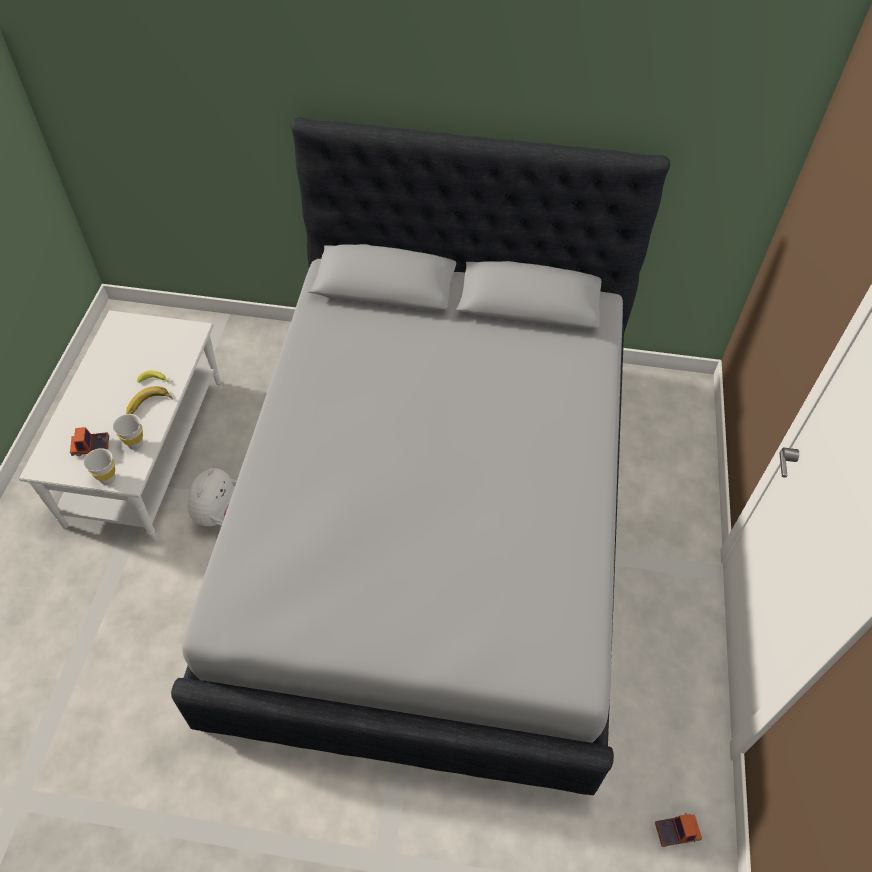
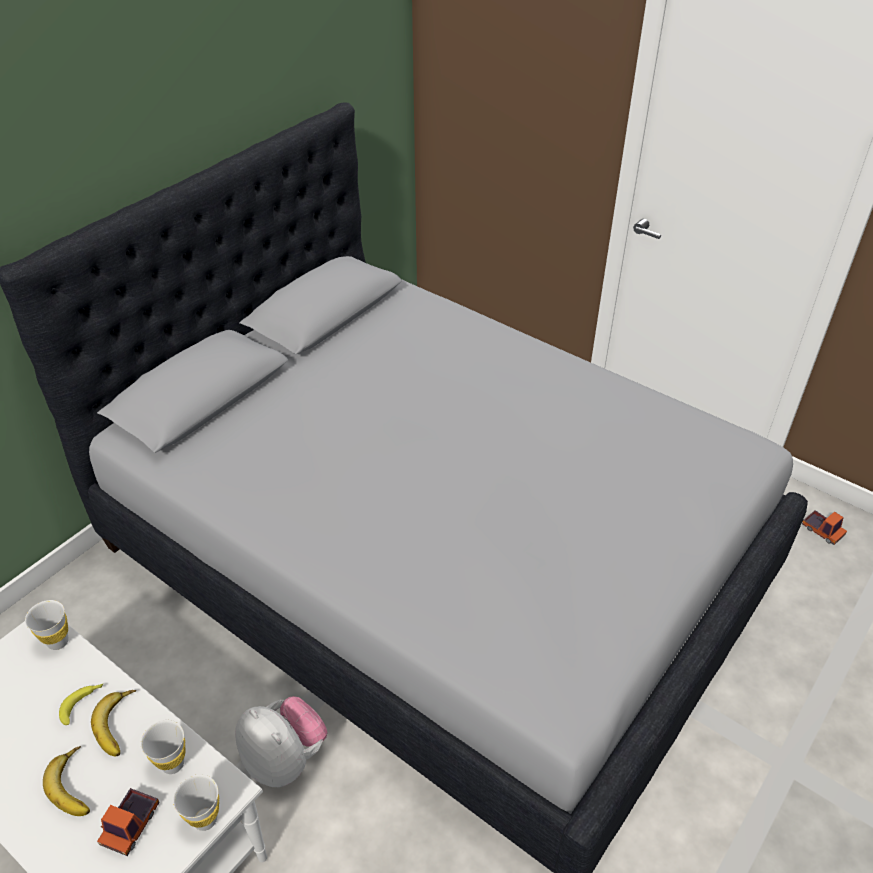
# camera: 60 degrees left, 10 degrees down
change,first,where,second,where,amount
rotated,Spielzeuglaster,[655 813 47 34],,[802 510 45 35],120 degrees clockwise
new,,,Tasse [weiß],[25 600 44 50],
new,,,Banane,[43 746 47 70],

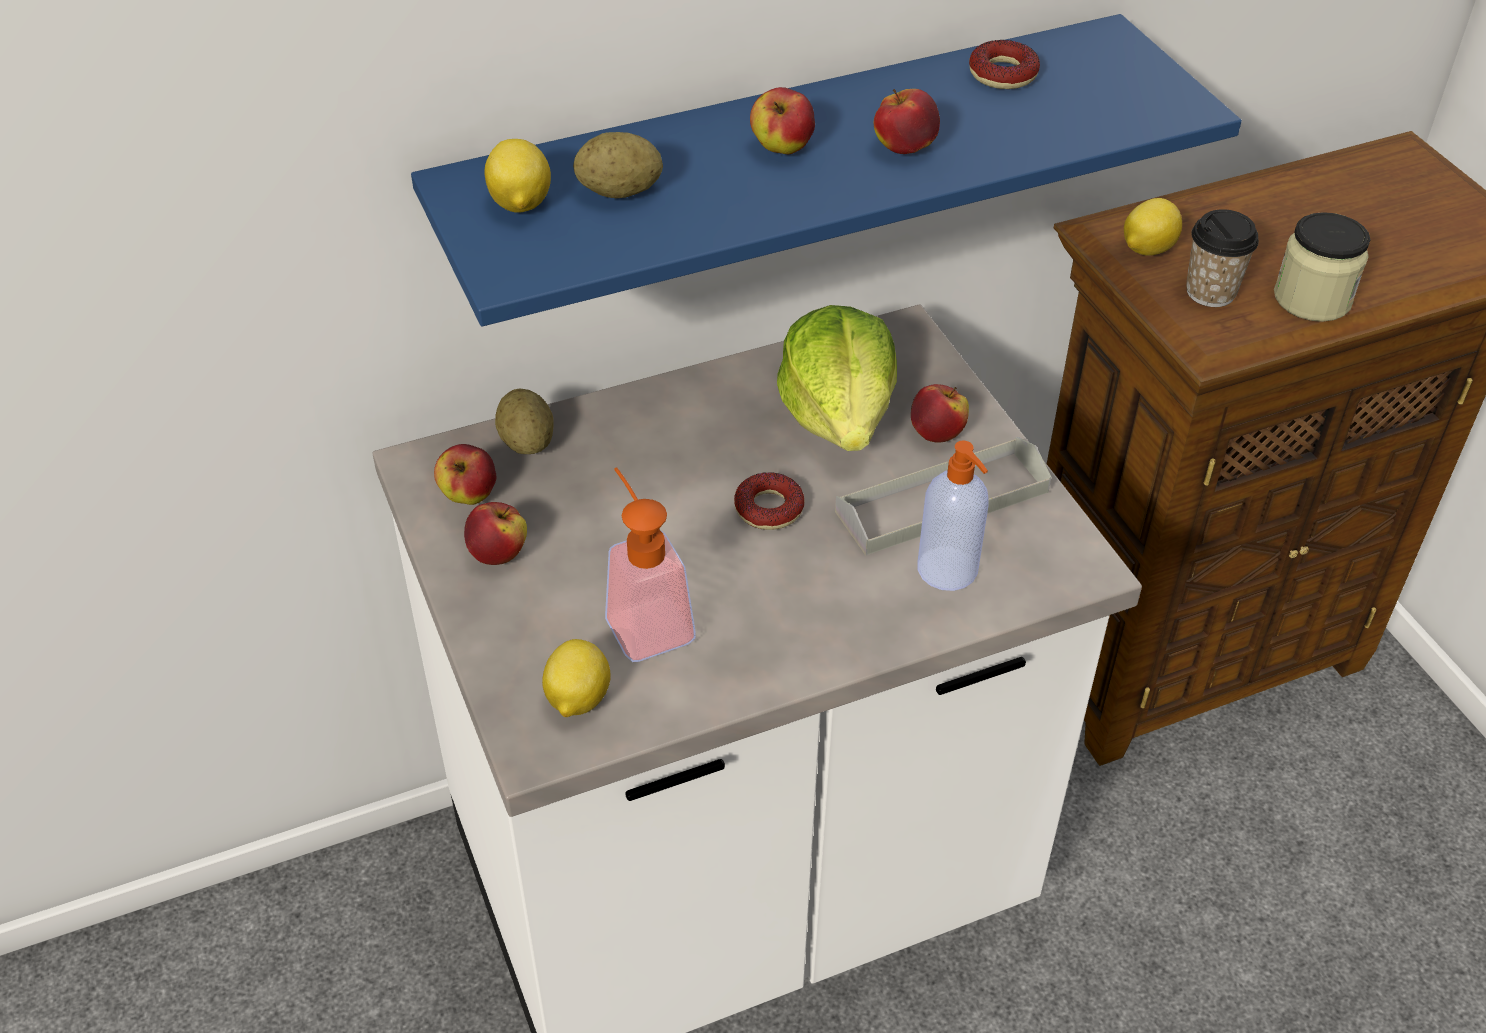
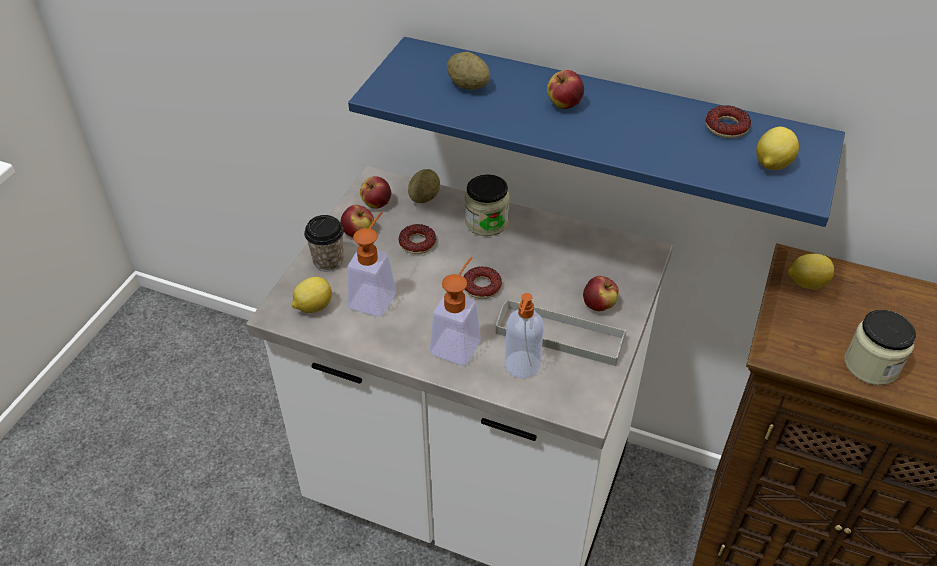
# camera: 45 degrees right, 0 degrees up
change,first,where,second,where,amount
gone,Apfel,[874 89 66 65],,,
shifted,Zitrone,[485 139 66 74],,[756 126 43 44],
shifted,Tasse,[1186 209 73 98],,[304 215 40 57],
gone,Salatkopf,[777 305 120 146],,,
new,,,Vorratsglas,[465 174 45 62],
new,,,Donut,[399 224 37 30],
new,,,Seifenspender,[430 257 51 108],

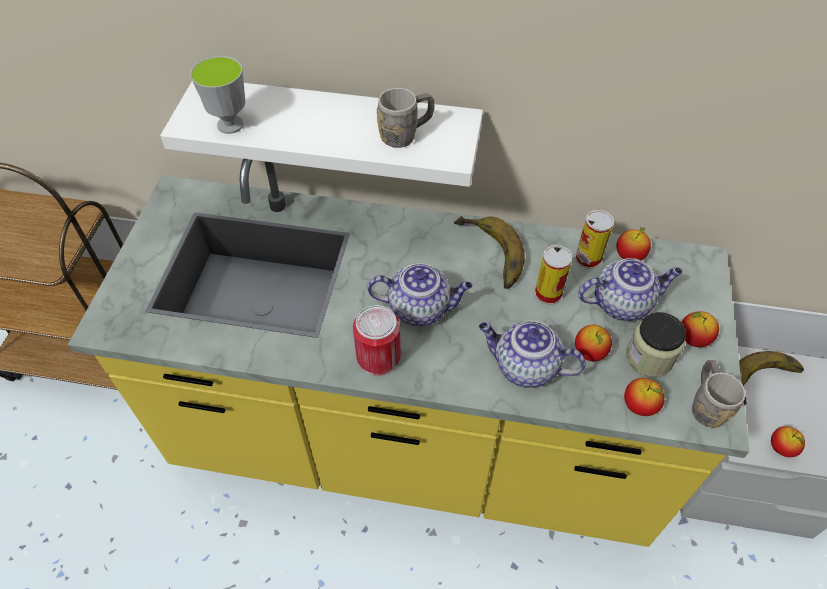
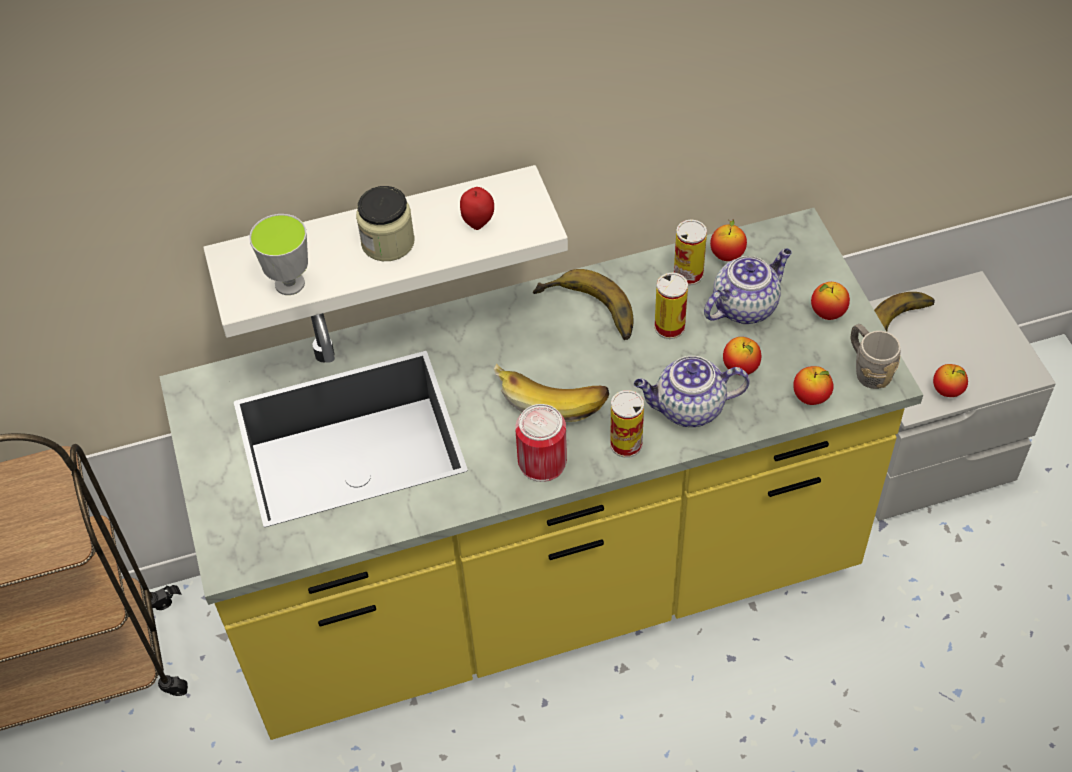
# camera: 25 degrees left, 0 degrees up
change,first,where,second,where,amount
swapped,Henkelbecher [grau],[377 88 58 60],Apfel,[460 187 34 43],
swapped,Teekanne,[368 263 105 63],Banane,[494 364 115 58],
shifted,Vorratsglas,[626 312 60 65],,[356 186 59 75],
new,,,Dose,[610 390 34 68],

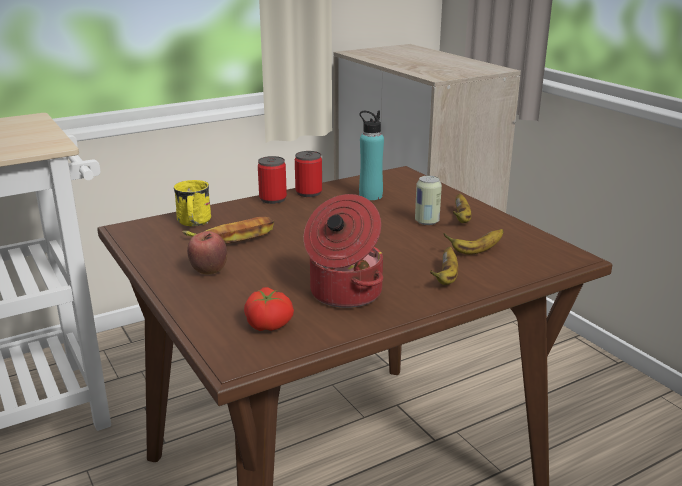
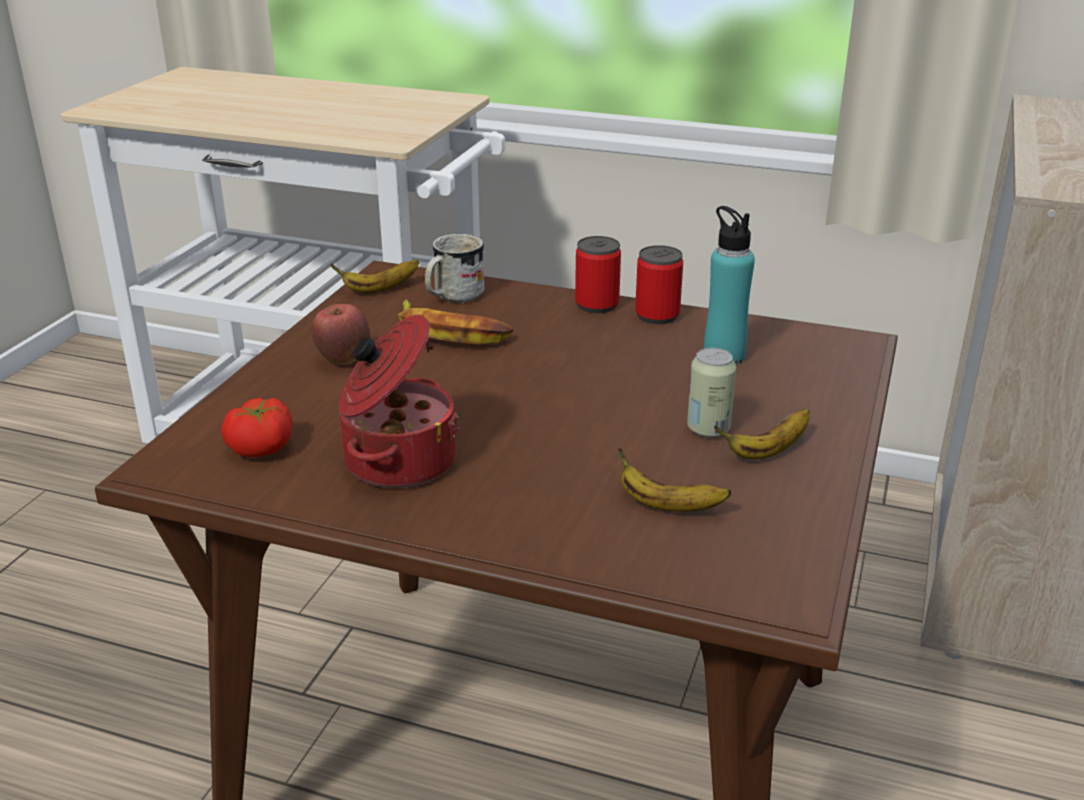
# camera: 50 degrees right, 5 degrees up
change,first,where,second,where,amount
repainted,Henkelbecher [gelb],[174 180 37 46],Henkelbecher [weiß],[425 234 60 70],
shifted,Banane,[430 247 28 38],,[330 260 89 33],

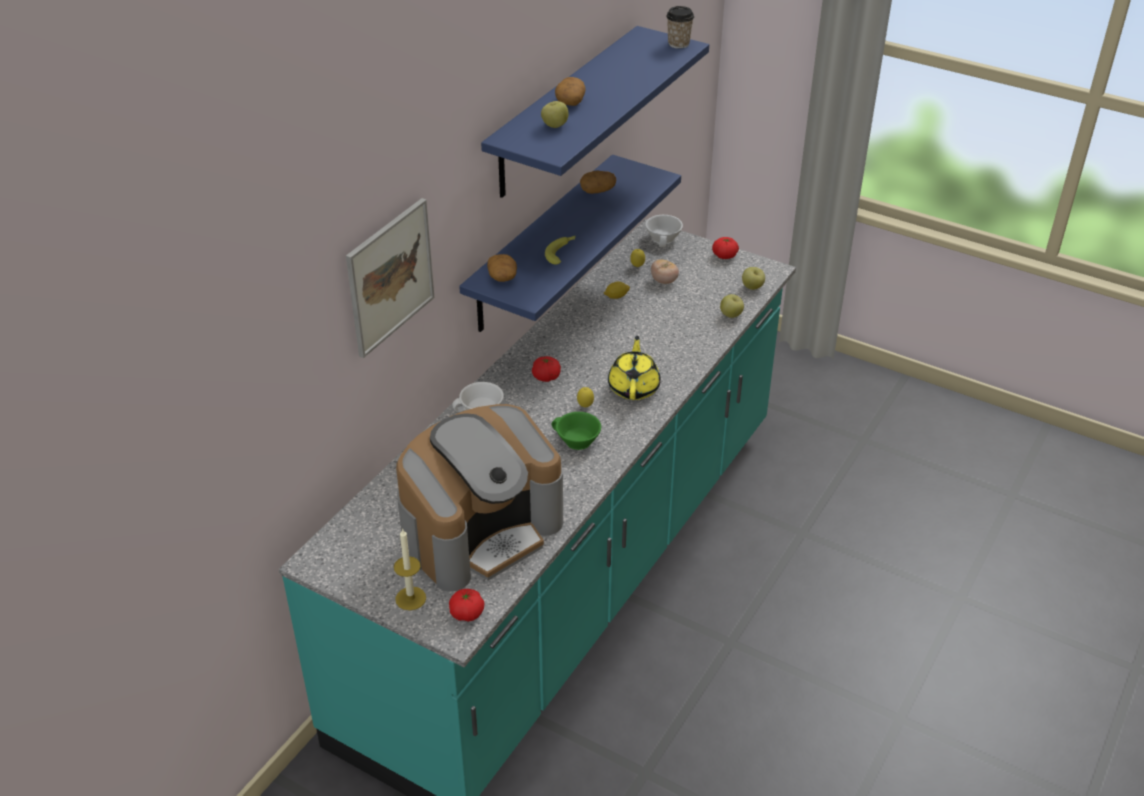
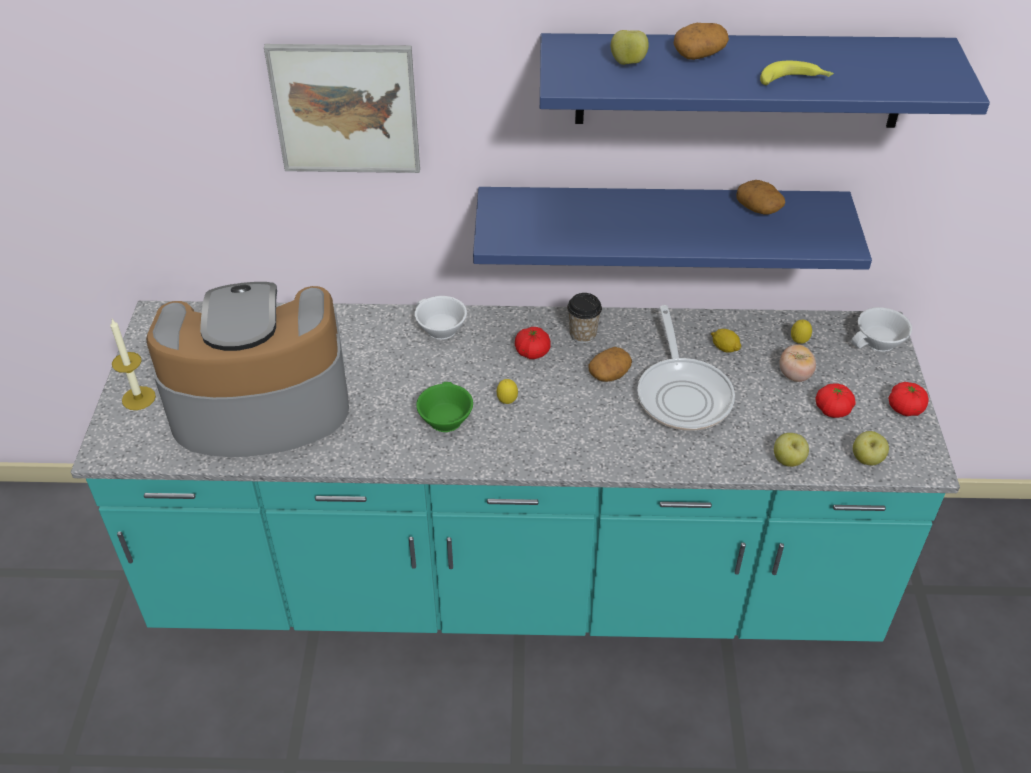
# camera: 60 degrees right, 5 degrees up
change,first,where,second,where,amount
shifted,Tasse,[666 6 28 43],,[567 293 35 50],
shifted,Banane,[545 236 31 28],,[760 61 74 24],
shifted,Kartoffel,[487 254 30 28],,[588 347 44 35],
gone,Teekanne [gelb],[608 336 53 64],,,
rotated,Kaffeemaschine,[396 404 167 188],,[146 282 203 175],150 degrees clockwise
shifted,Tomate,[449 589 35 33],,[815 383 41 35],
new,,,Pfanne,[637 305 98 126],

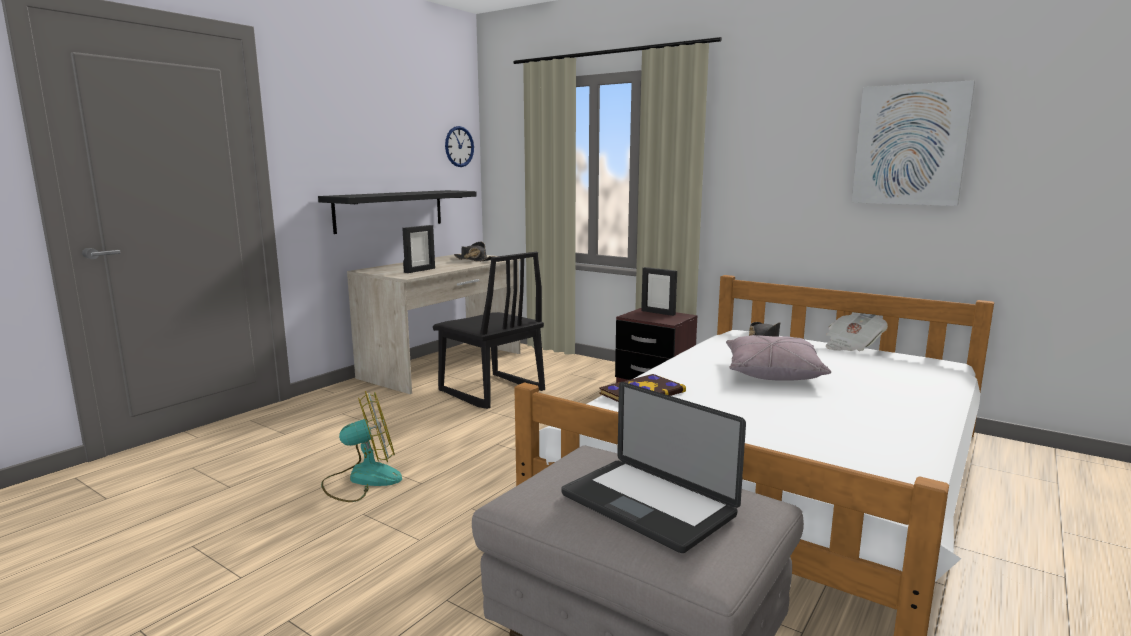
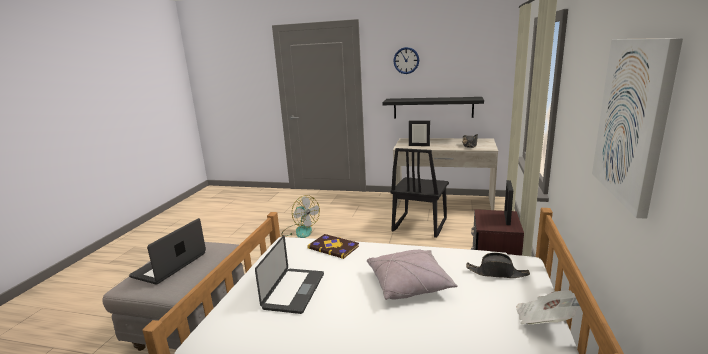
# camera: 70 degrees right, 5 degrees up
change,first,where,second,where,amount
shifted,Wanduhr,[445 126 29 41],,[393 47 26 27],
new,,,Laptop,[255 235 69 79],

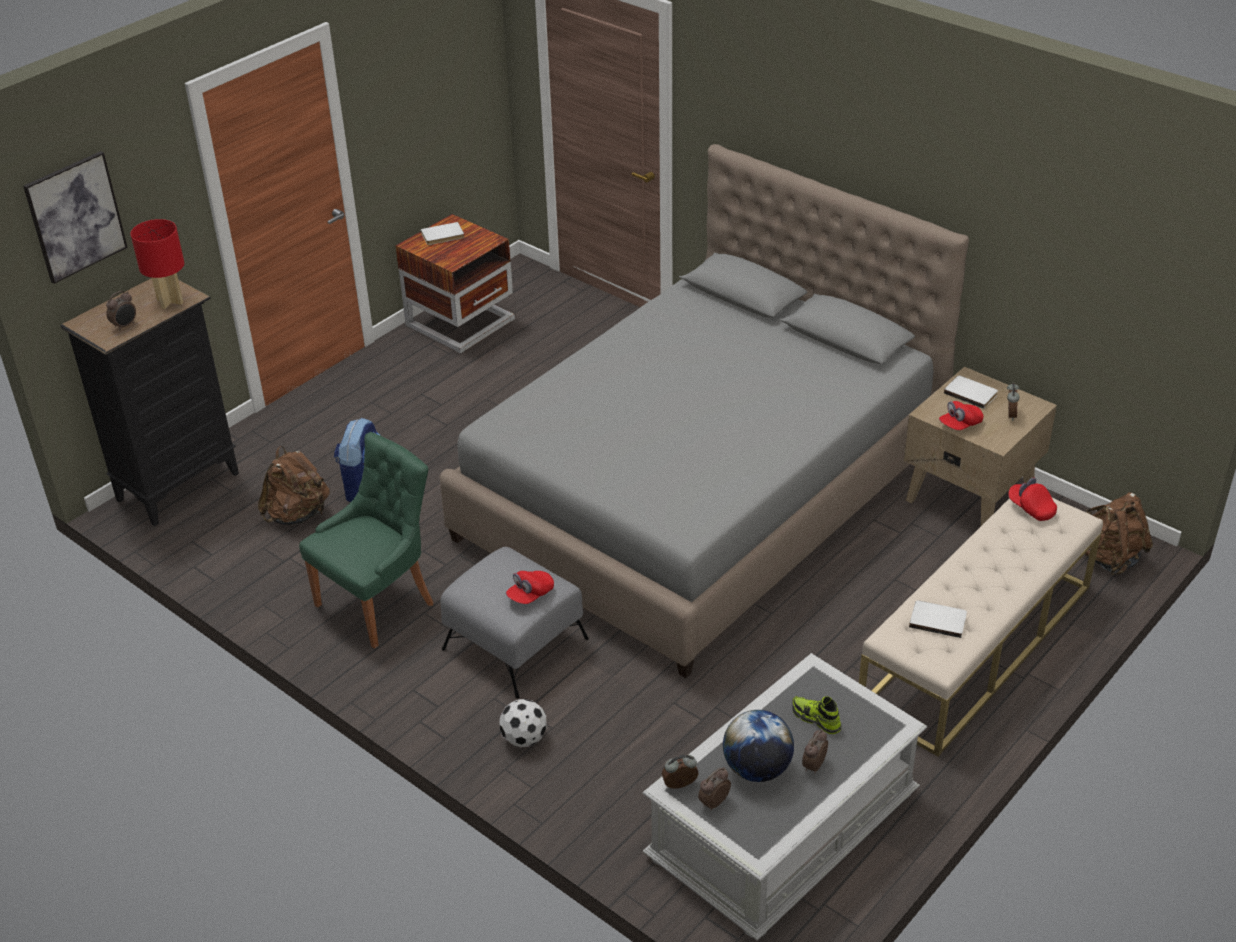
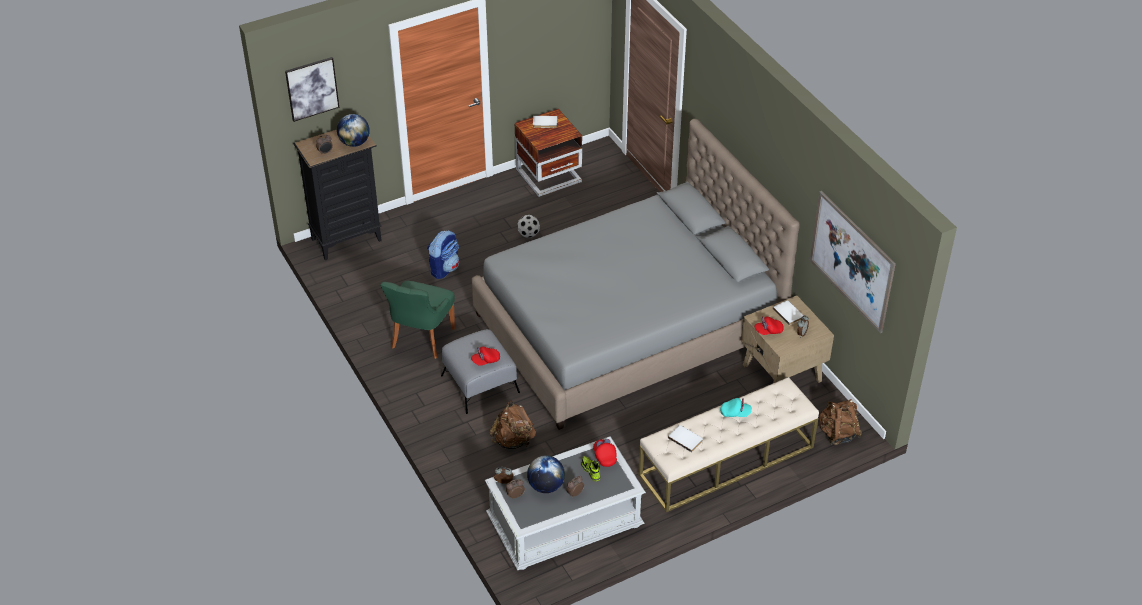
# camera: 20 degrees right, 5 degrees up
change,first,where,second,where,amount
swapped,Tischlampe [rot],[131 219 53 90],Globus,[337 114 33 33],
rotated,Stuhl [grün],[299 432 134 217],,[380 281 75 78],135 degrees clockwise
shifted,Rucksack [braun],[258 446 72 79],,[490 401 46 48],
shifted,Kappe [rot],[1008 478 49 43],,[593 439 24 28],
shifted,Fußball,[499 699 48 48],,[517 215 23 23],
new,,,Bild,[810 191 86 142],
new,,,Kappe [türkis],[720 398 32 19],

